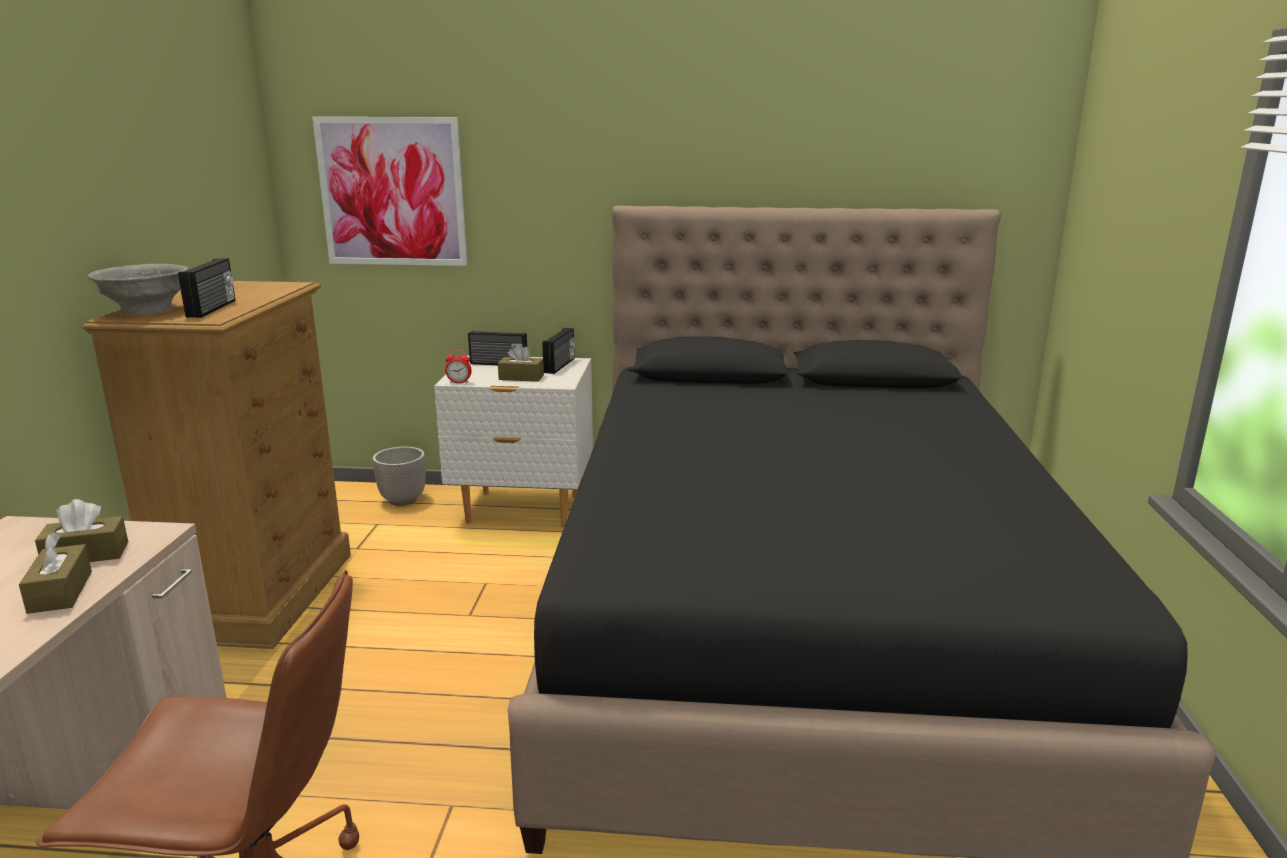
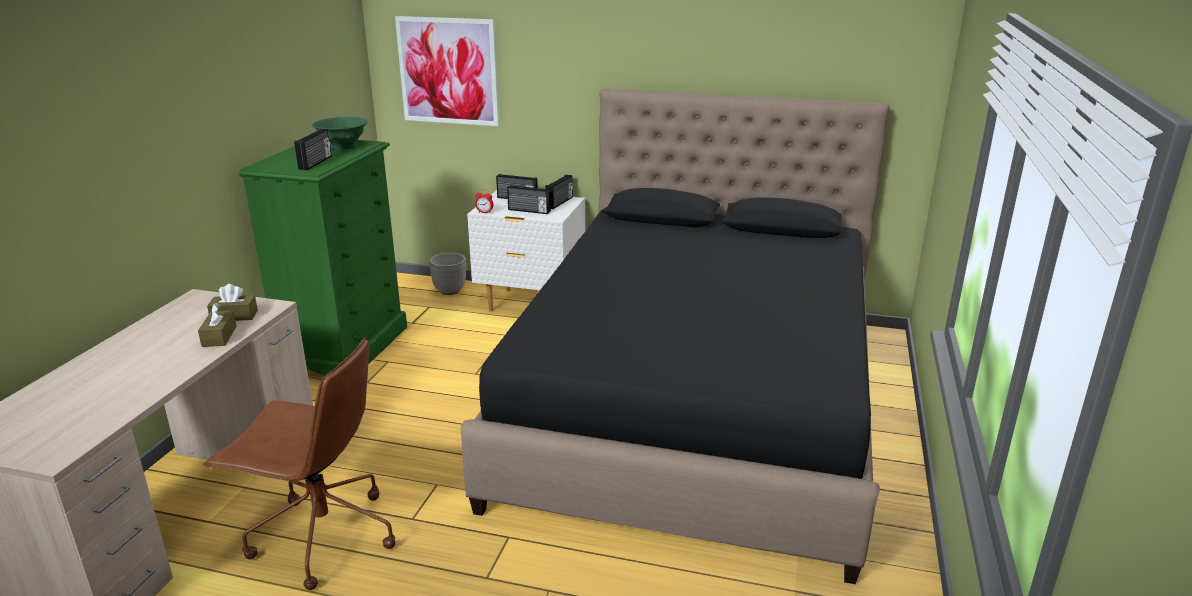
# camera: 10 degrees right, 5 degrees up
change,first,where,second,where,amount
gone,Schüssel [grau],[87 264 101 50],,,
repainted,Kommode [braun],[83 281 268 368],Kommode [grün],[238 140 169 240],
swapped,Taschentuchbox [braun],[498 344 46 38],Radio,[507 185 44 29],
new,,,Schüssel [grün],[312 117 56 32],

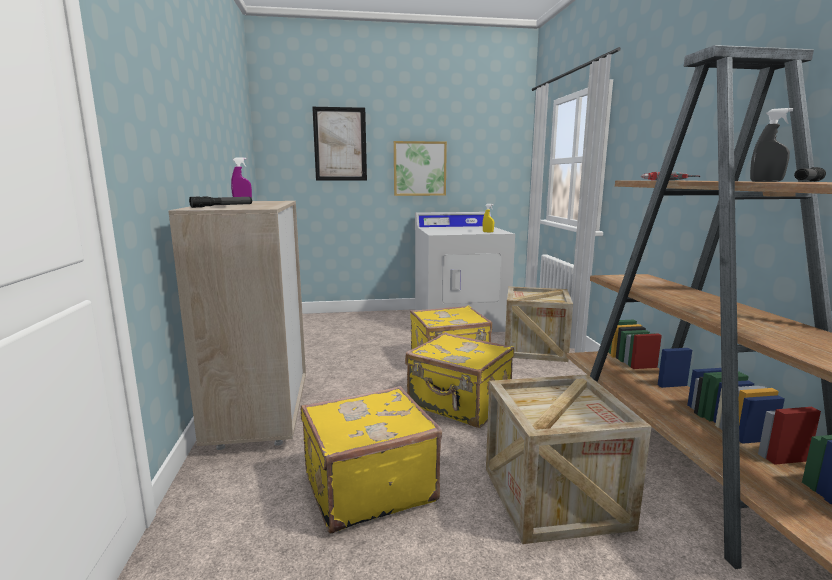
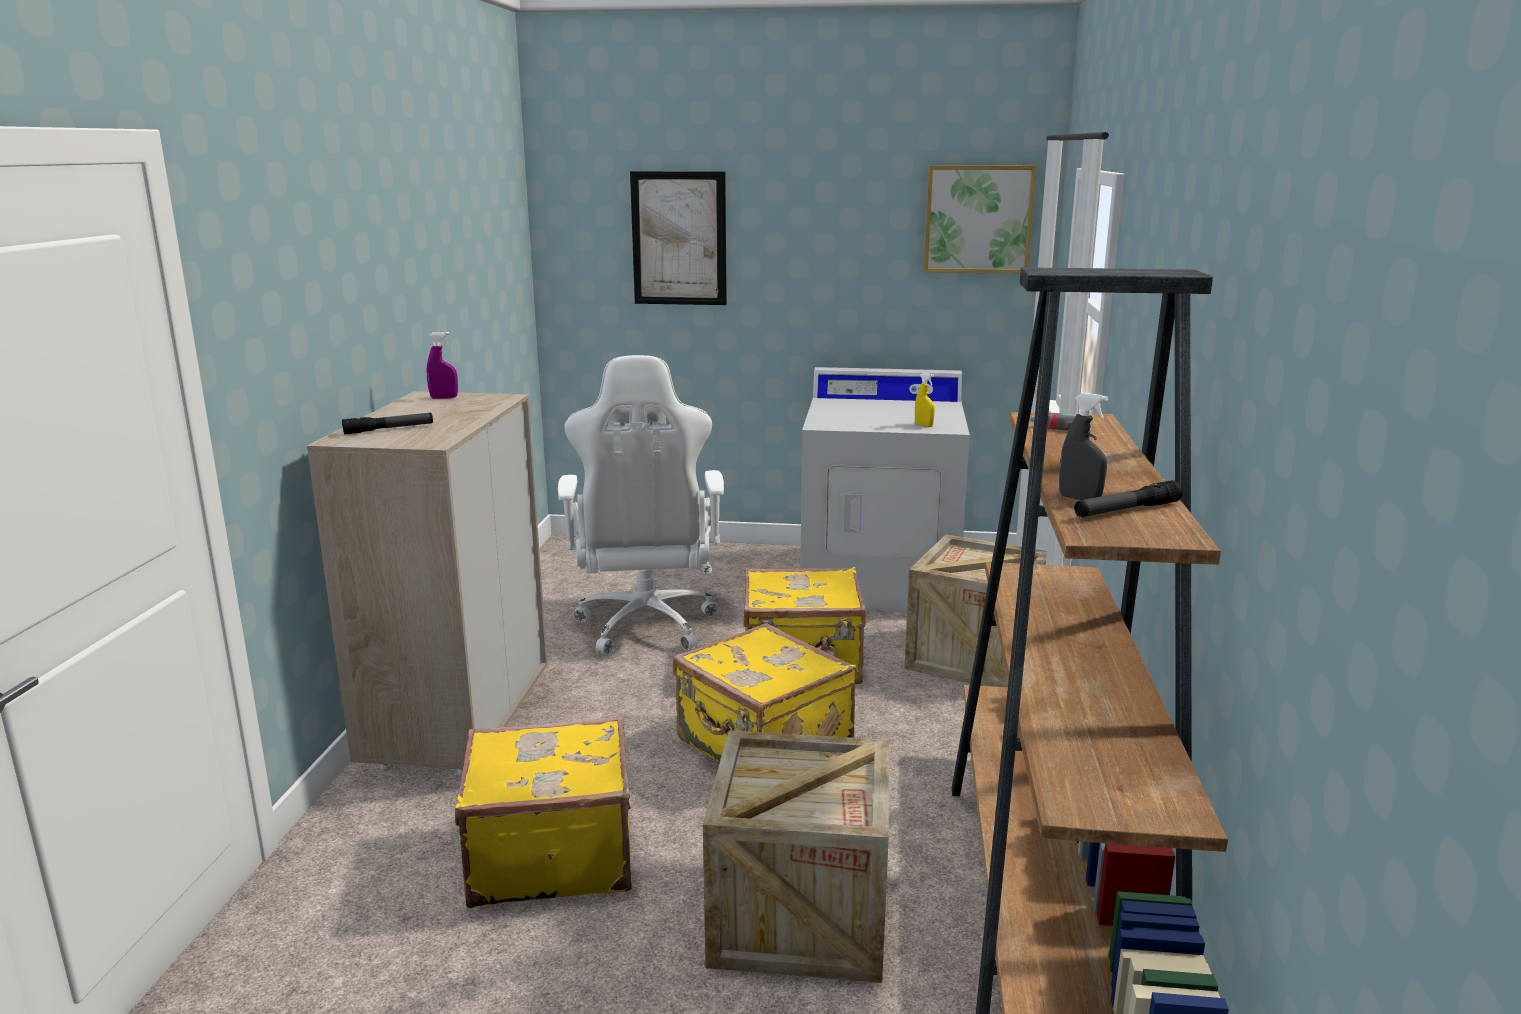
# camera: 15 degrees right, 5 degrees up
change,first,where,second,where,amount
shifted,Bild,[394 141 53 55],,[924 165 112 109],
new,,,Bürostuhl [weiß],[558 355 166 299],

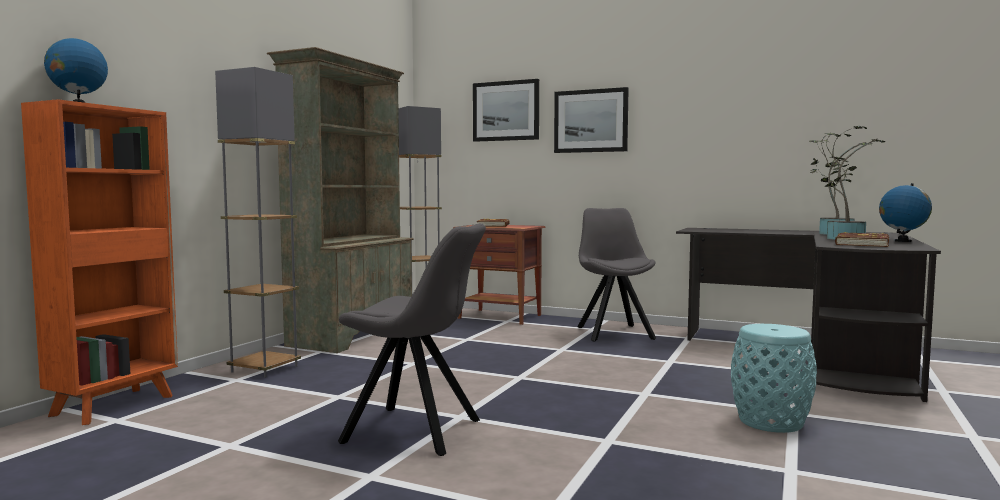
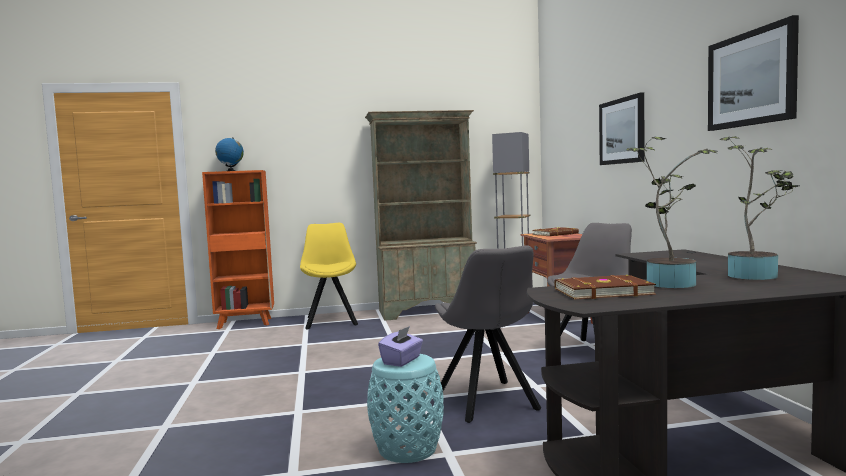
# camera: 55 degrees right, 0 degrees up
change,first,where,second,where,amount
swapped,Stehlampe [grau],[215 67 86 311],Stuhl [gelb],[300 223 58 106],
shifted,Bild,[473 79 66 63],,[708 15 91 116],
gone,Globus,[879 183 53 59],,,
shifted,Stuhl [grau],[338 223 148 233],,[435 246 106 177],
new,,,Taschentuchbox [lila],[378 326 45 41],

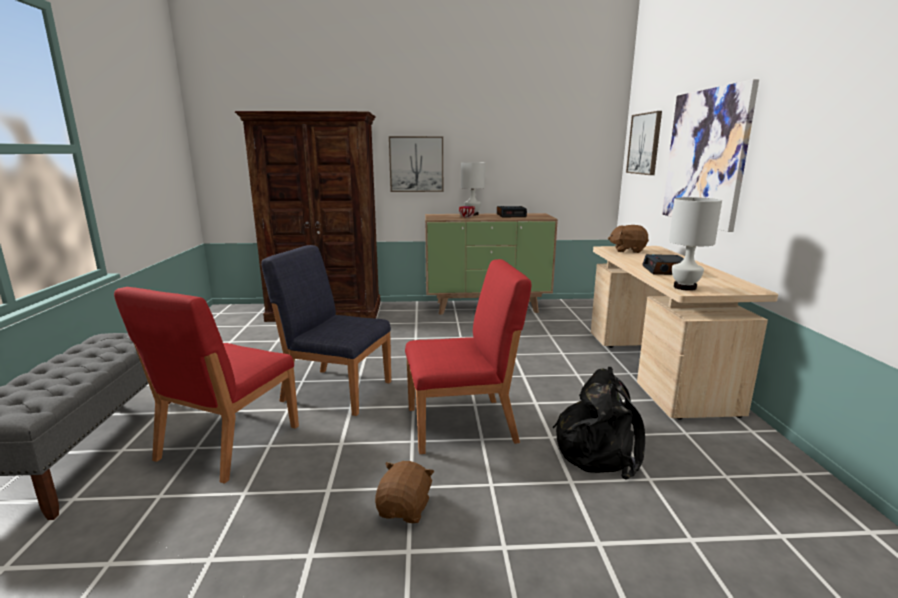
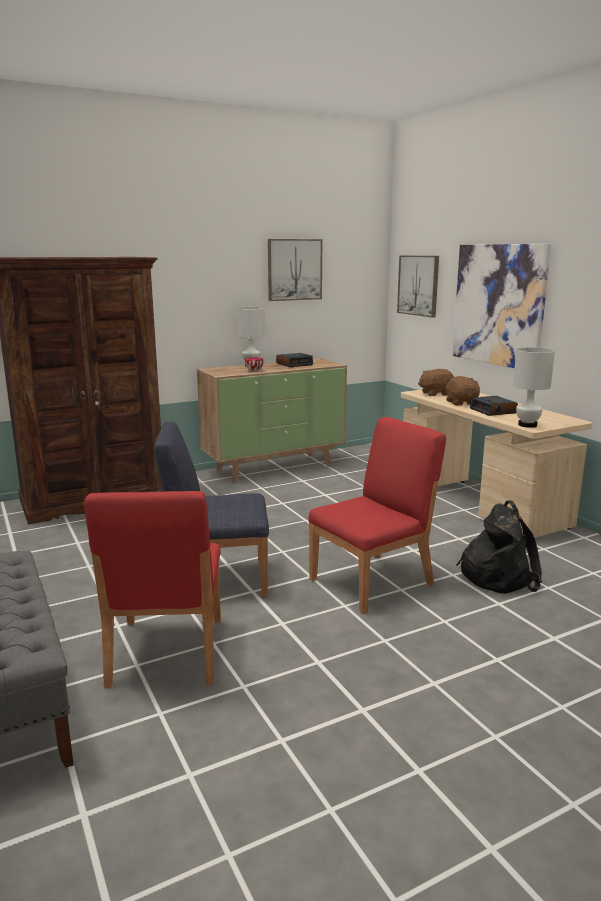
# camera: 25 degrees left, 0 degrees up
change,first,where,second,where,amount
shifted,Bild,[389 136 54 56],,[268 239 54 62],
shifted,Plüschtier [braun],[375 461 59 62],,[444 376 36 29],

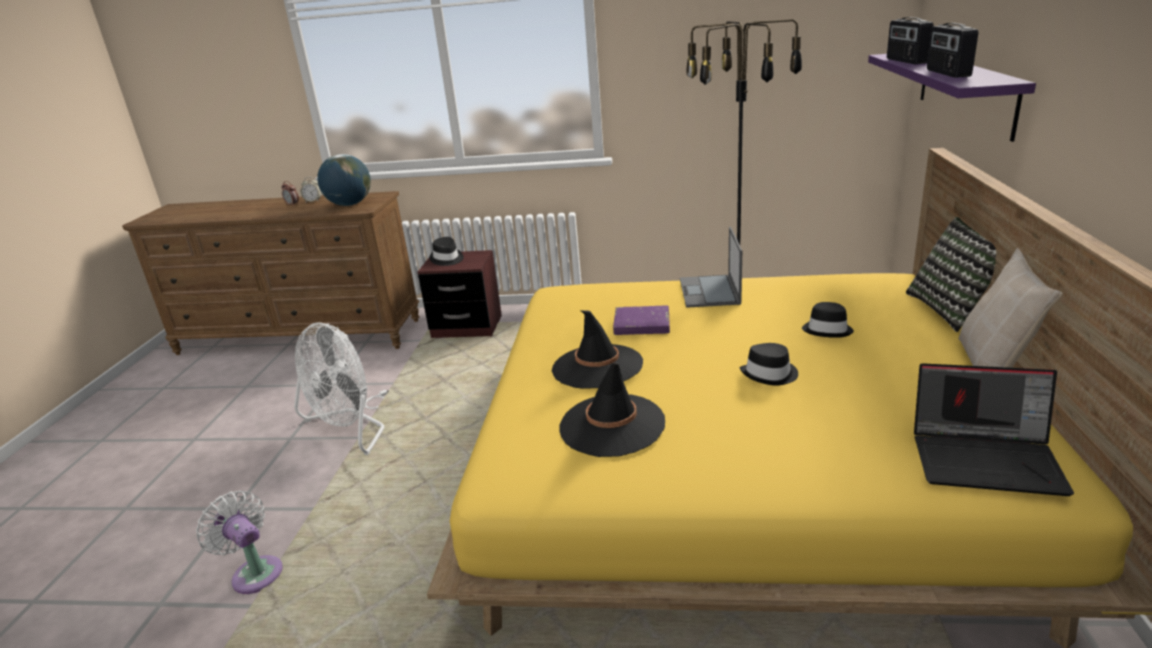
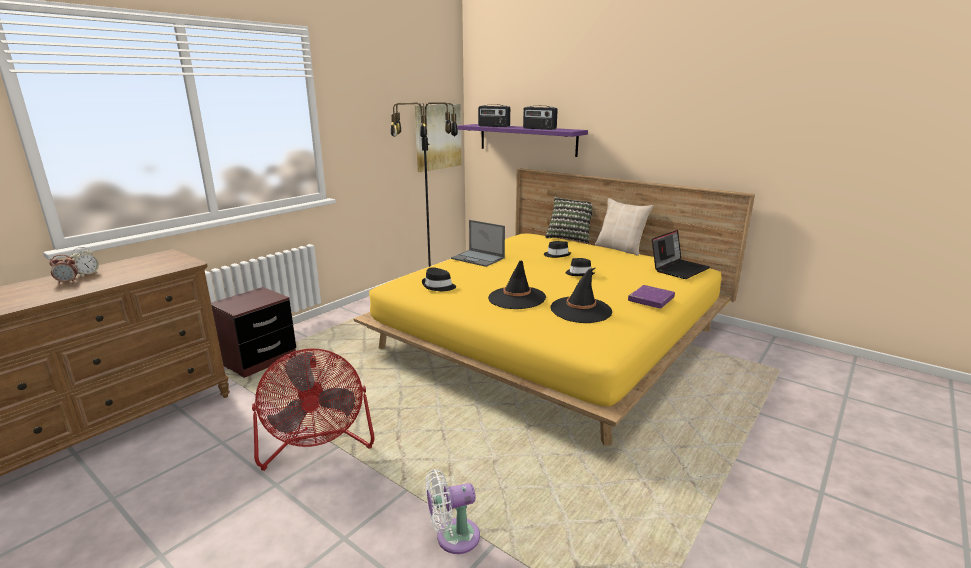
# camera: 60 degrees left, 5 degrees down
change,first,where,second,where,amount
gone,Globus,[317 154 54 52],,,
shifted,Hut [schwarz],[429 237 35 29],,[422 267 34 24],
shifted,Buch [lila],[613 305 57 30],,[628 285 47 24],
repainted,Ventilator [weiß],[294 322 94 133],Ventilator [rot],[252 349 122 122],
new,,,Bild,[415 104 46 68],

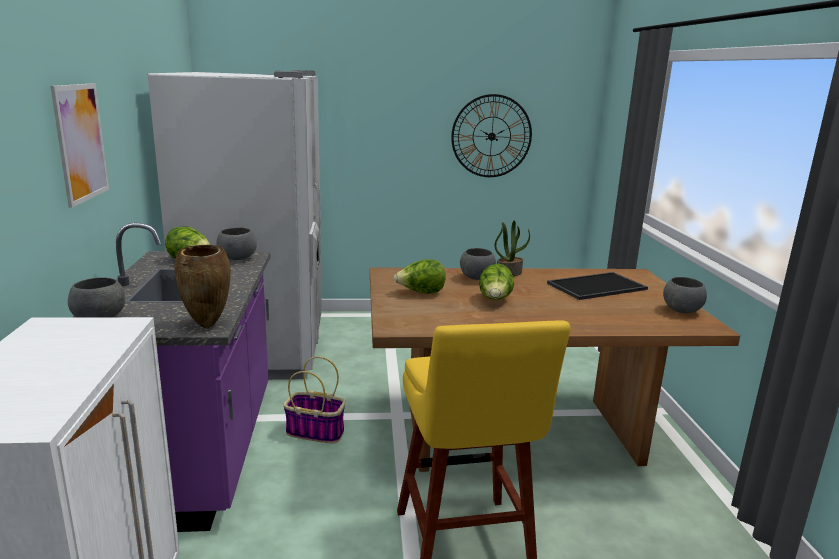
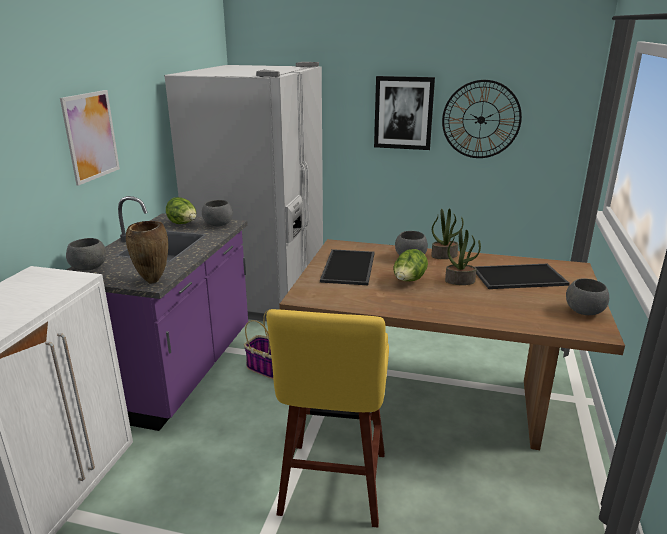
# camera: 20 degrees right, 5 degrees up
change,first,where,second,where,amount
swapped,Salatkopf,[394 259 52 35],Tablett,[320 249 55 36],
new,,,Bild,[374 76 61 74],
new,,,Topfpflanze,[445 229 36 56],

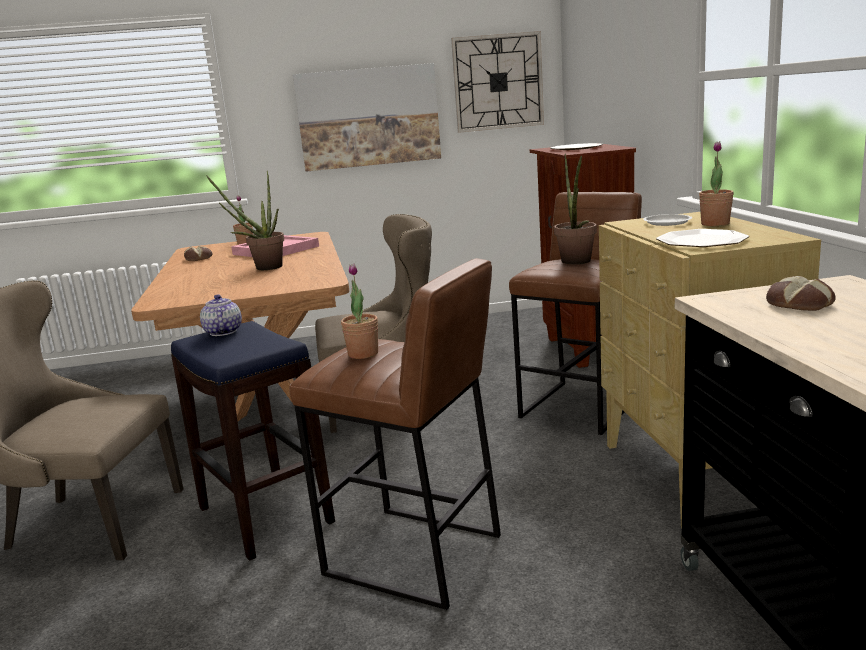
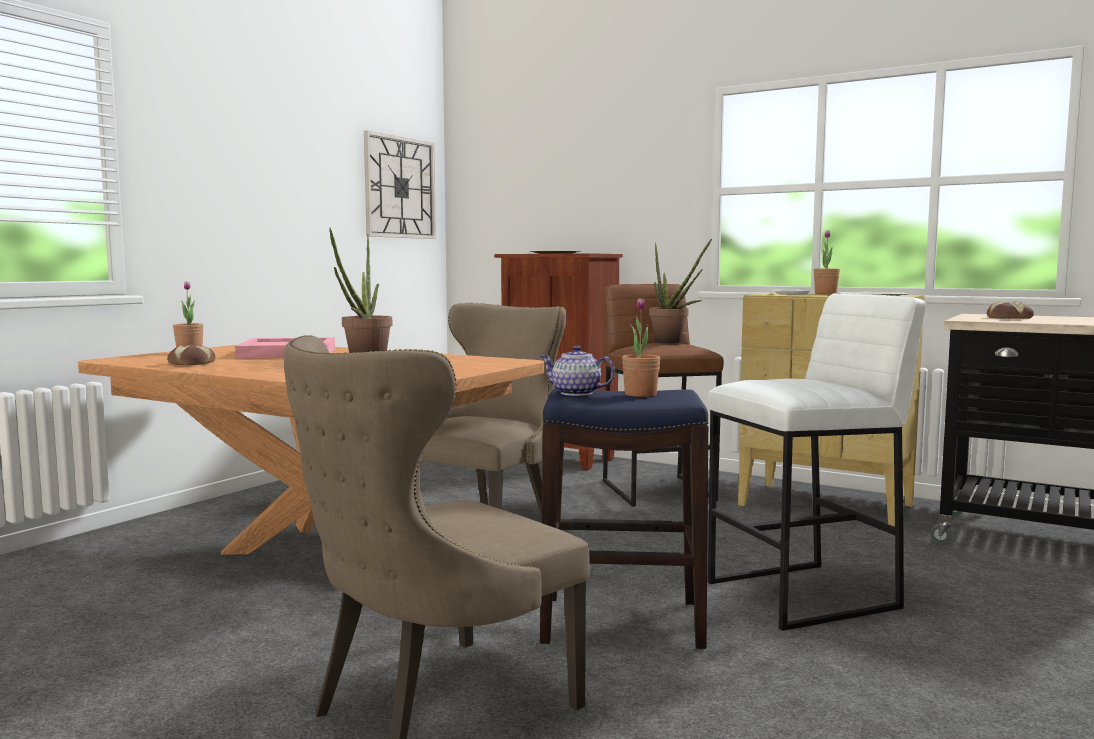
# camera: 50 degrees left, 10 degrees down
change,first,where,second,where,amount
gone,Bild,[293 63 148 109],,,
repainted,Hocker [braun],[289 258 212 352],Hocker [weiß],[708 293 218 338],
shifted,Topfpflanze,[341 263 37 96],,[622 298 39 99],

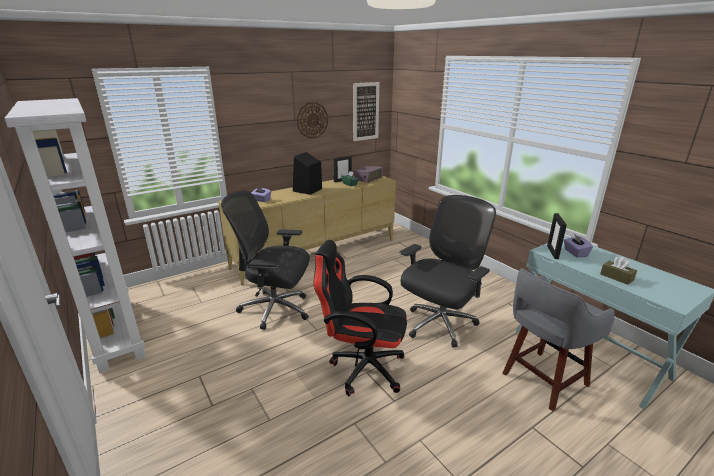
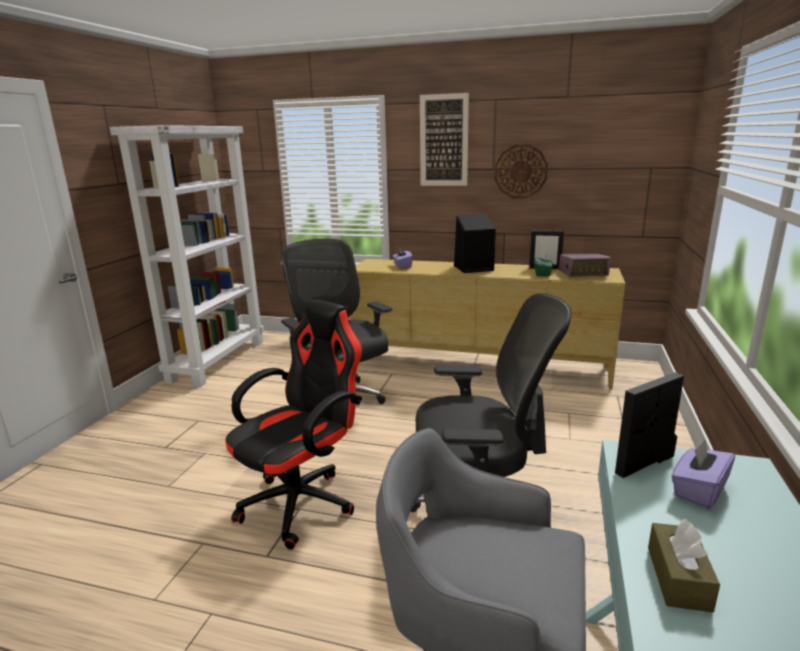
# camera: 50 degrees right, 5 degrees down
change,first,where,second,where,amount
shifted,Bild,[353 82 26 59],,[420 93 49 93],
rotated,Bürostuhl [schwarz],[313 240 94 156],,[225 300 137 250],60 degrees clockwise

